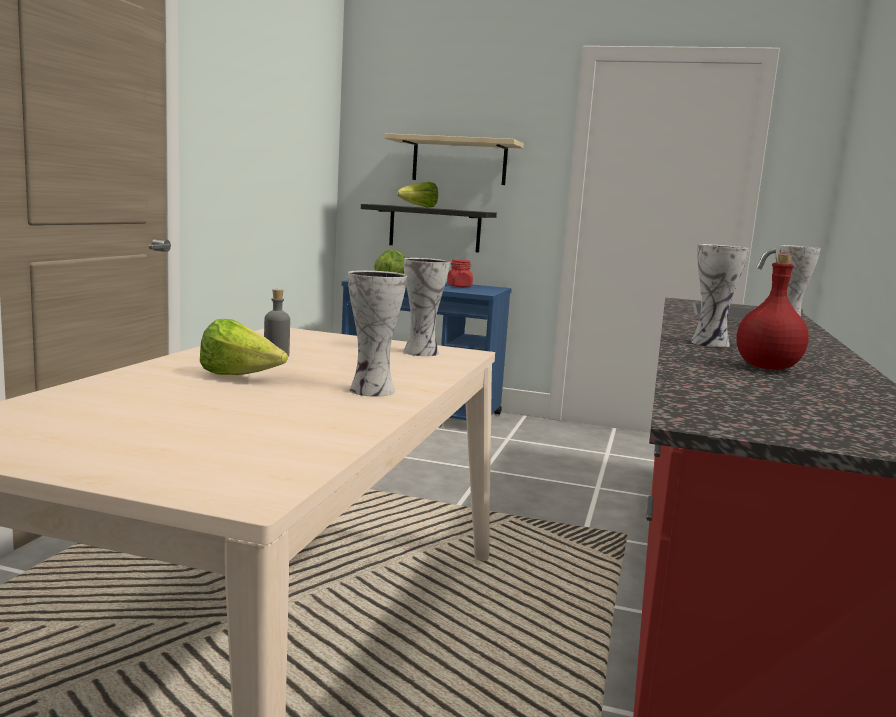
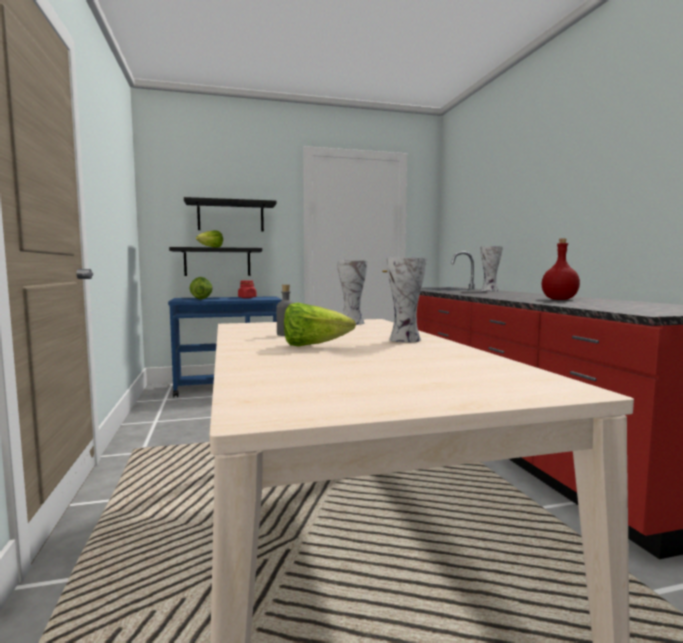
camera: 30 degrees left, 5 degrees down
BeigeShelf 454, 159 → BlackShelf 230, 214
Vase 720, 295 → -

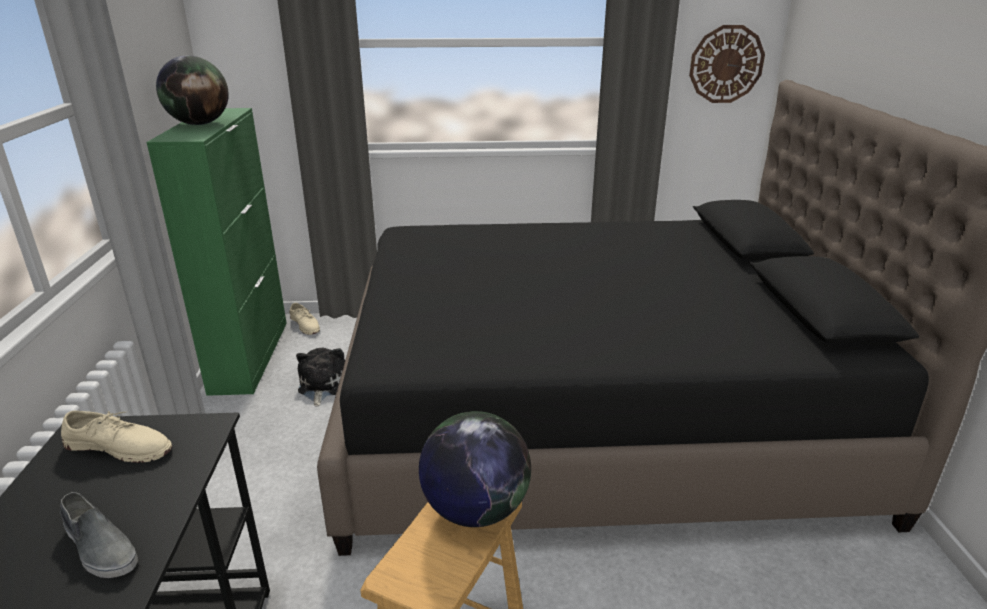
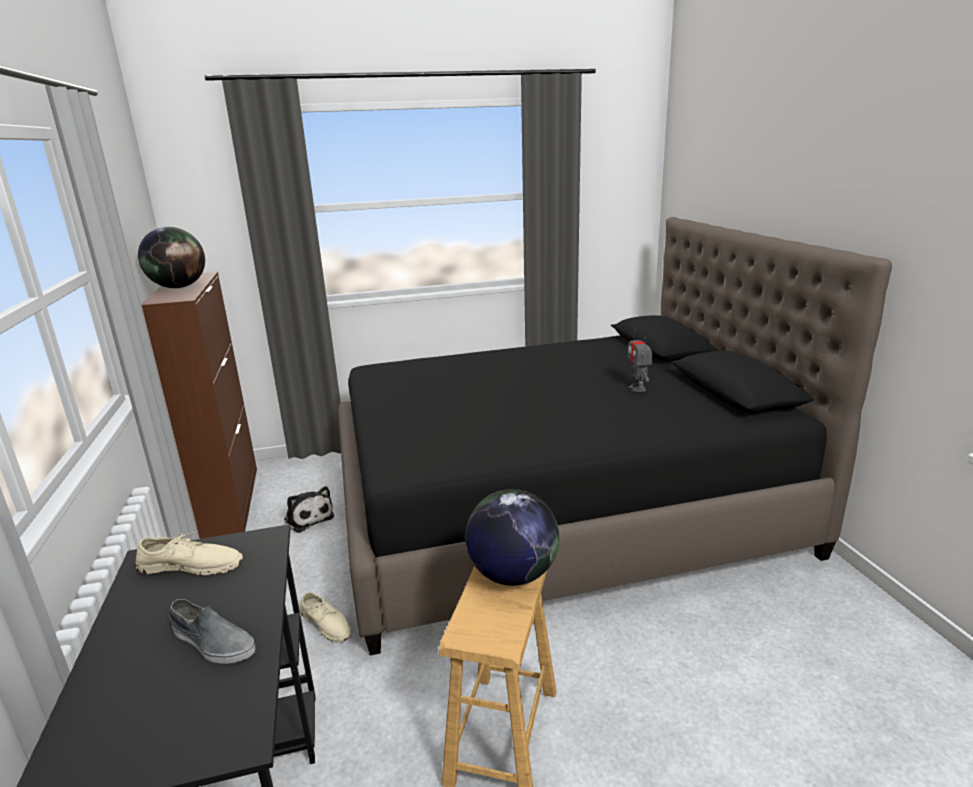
camera: 10 degrees left, 5 degrees down
GreenCabinet 216, 252 → BrownCabinet 199, 405
PlushToy 320, 377 → PlushToy 309, 509, 150 degrees clockwise
BeigeShoe 304, 319 → BeigeShoe 325, 617, shifted
- → ToyRobot 640, 359
WallClock 727, 64 → -

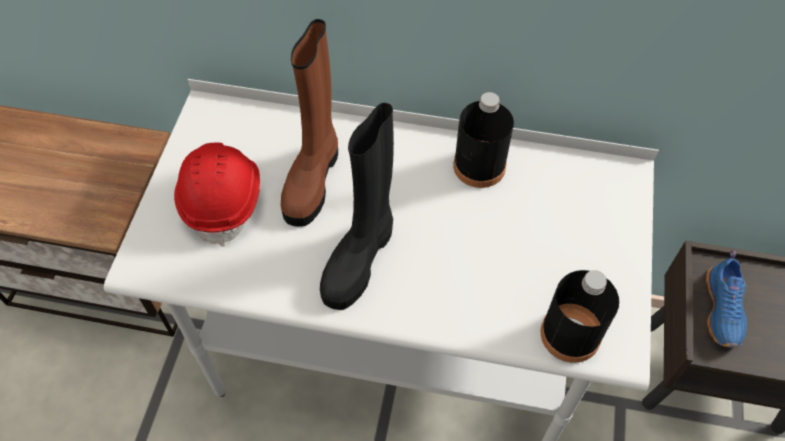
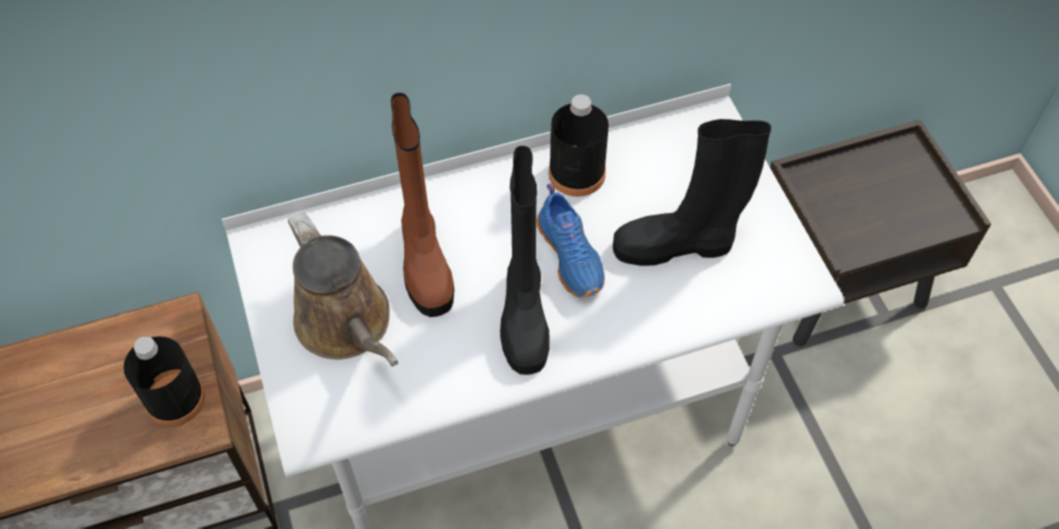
camera: 30 degrees left, 0 degrees up
BlackBottle 580, 316 → BlackBottle 164, 381, shifted
RedHardHat 217, 195 → BrownWateringCan 343, 289
BlueShoe 726, 299 → BlueShoe 571, 240, shifted
- → BlackBoot 692, 192

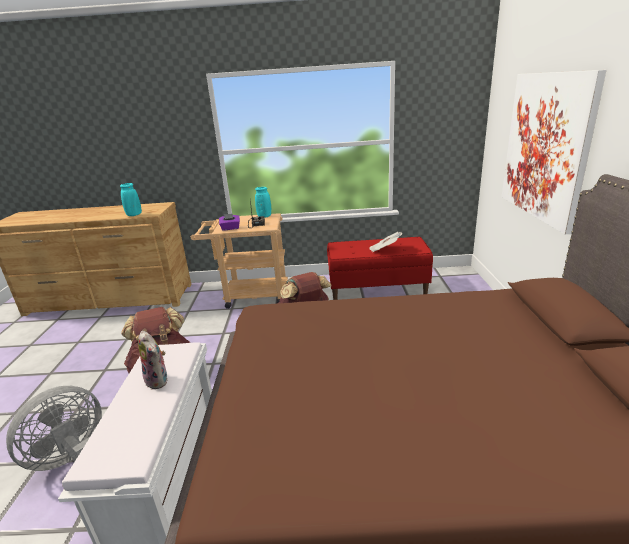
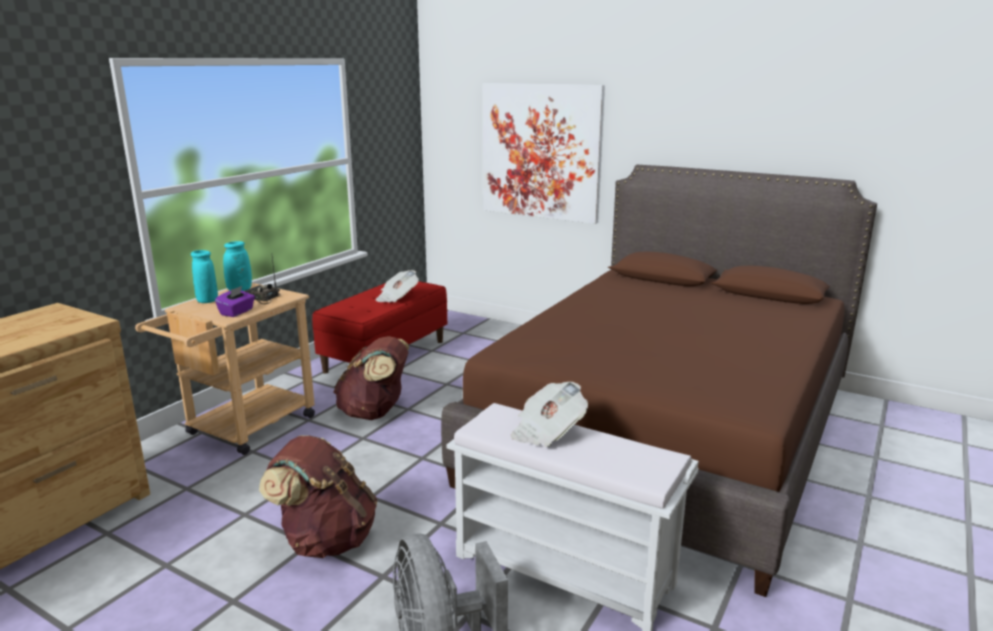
camera: 60 degrees left, 5 degrees down
TurquoiseVase 131, 199 → TurquoiseVase 204, 276, shifted
PlushToy 153, 360 → Newspaper 549, 414

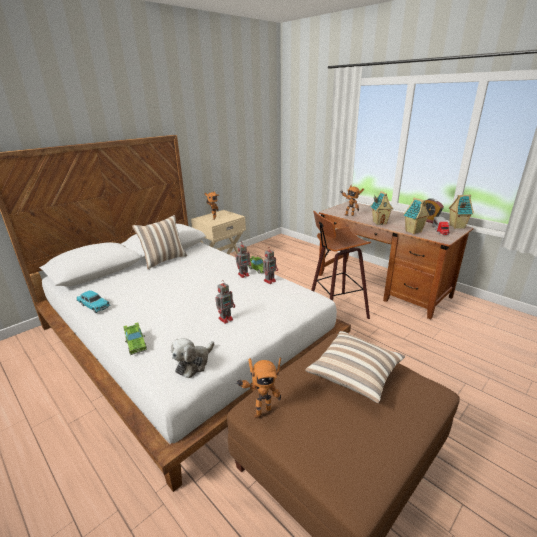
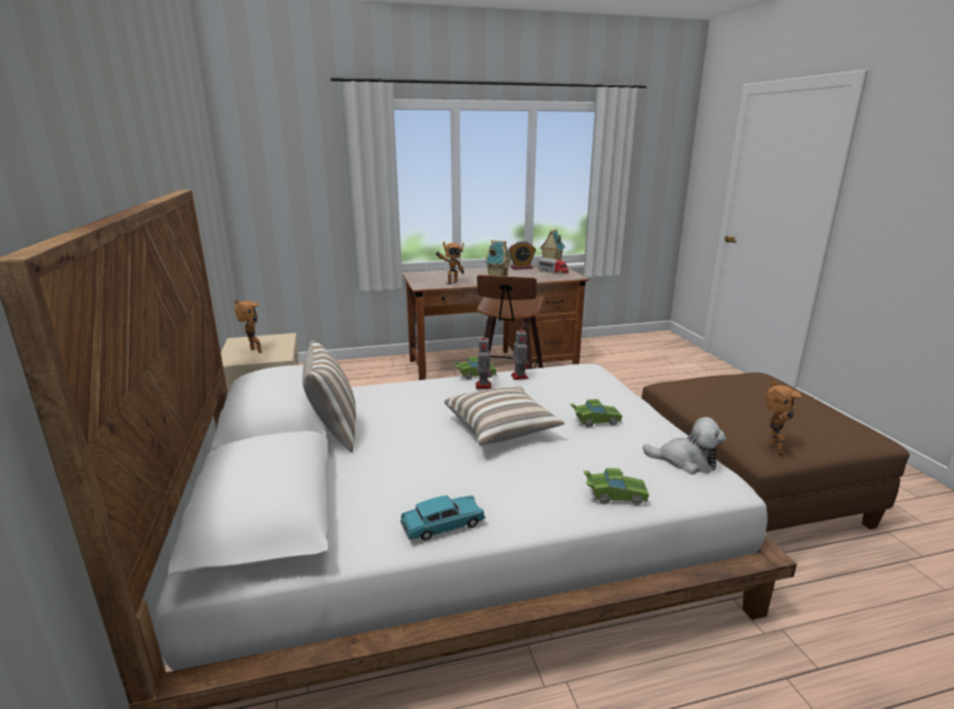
camera: 60 degrees left, 5 degrees down
Pillow 355, 367 → Pillow 504, 415, shifted
ToyRobot 225, 302 → GreenToyCar 596, 413
PlushToy 192, 358 → PlushToy 684, 446, 45 degrees counterclockwise
ToyHouse 416, 216 → -

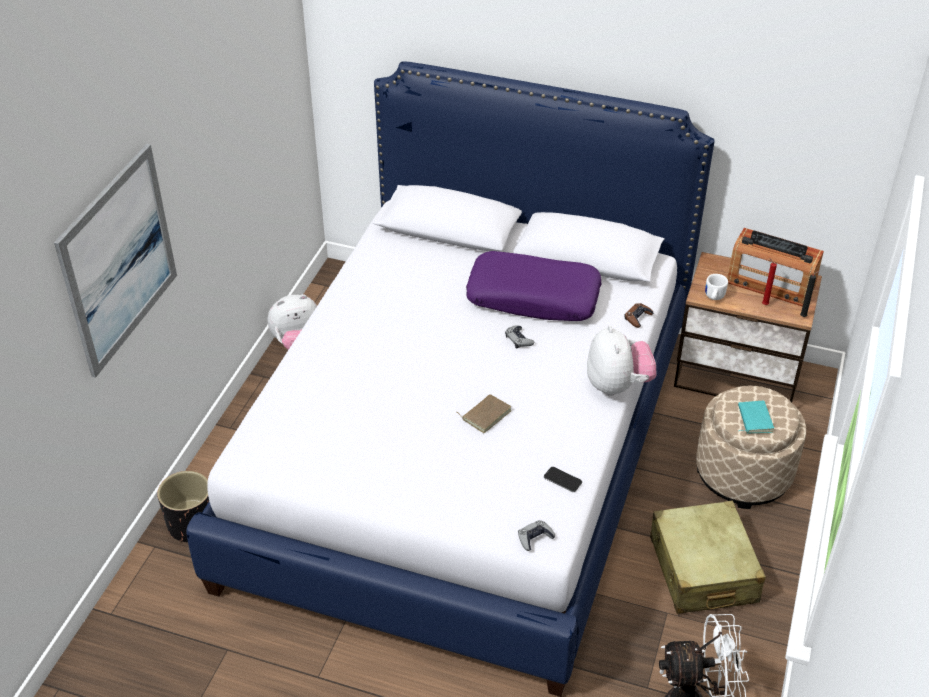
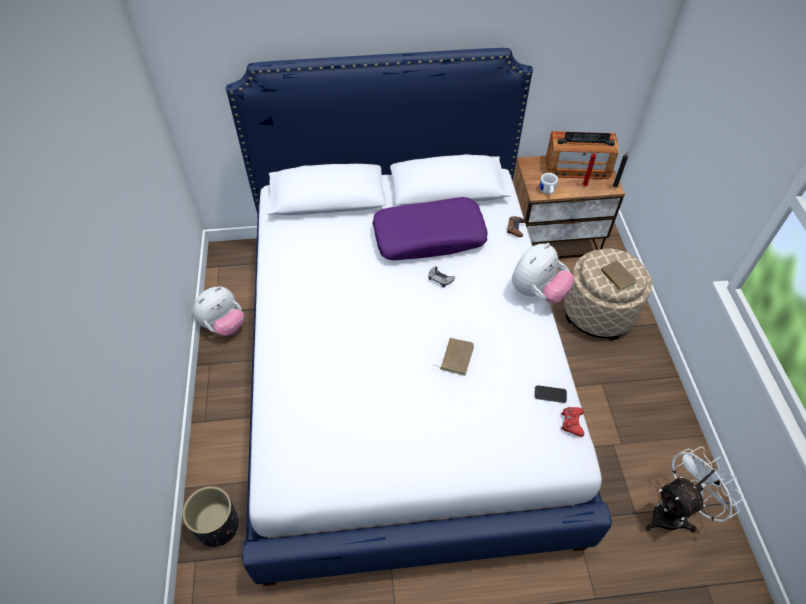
camera: 25 degrees left, 10 degrees up
PlushToy 622, 360 → PlushToy 543, 273, 75 degrees clockwise
- → RedGameController 572, 422
TurquoiseBook 756, 417 → BrownBook 619, 275
Picture 115, 261 → -
GreyGameController 536, 535 → -
BeigeSuitcase 708, 557 → -

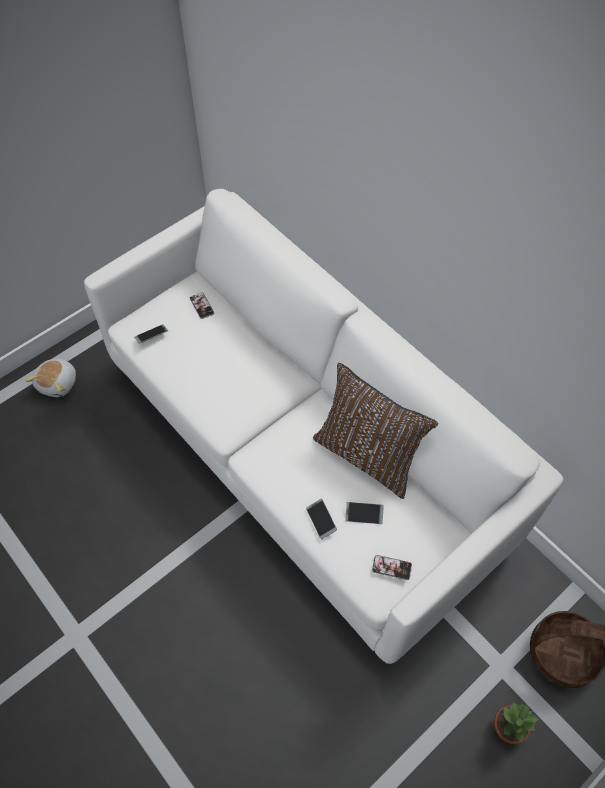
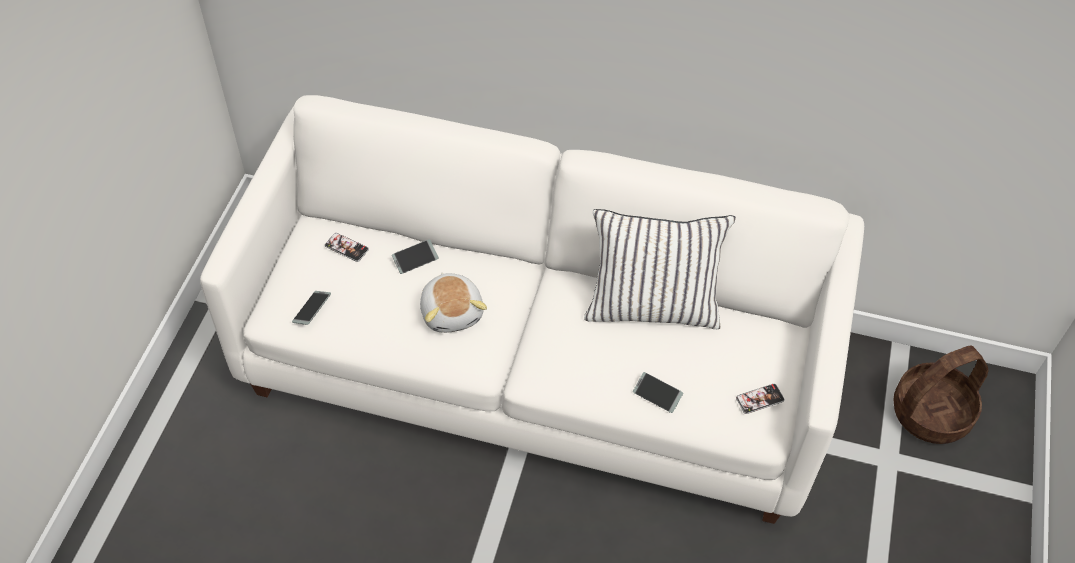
camera: 35 degrees left, 5 degrees down
Phone 364, 513 → Phone 415, 256, shifted
PlushToy 50, 377 → PlushToy 453, 303, shifted
BrownPillow 375, 431 → WhitePillow 660, 269
PottedPlant 516, 723 → -

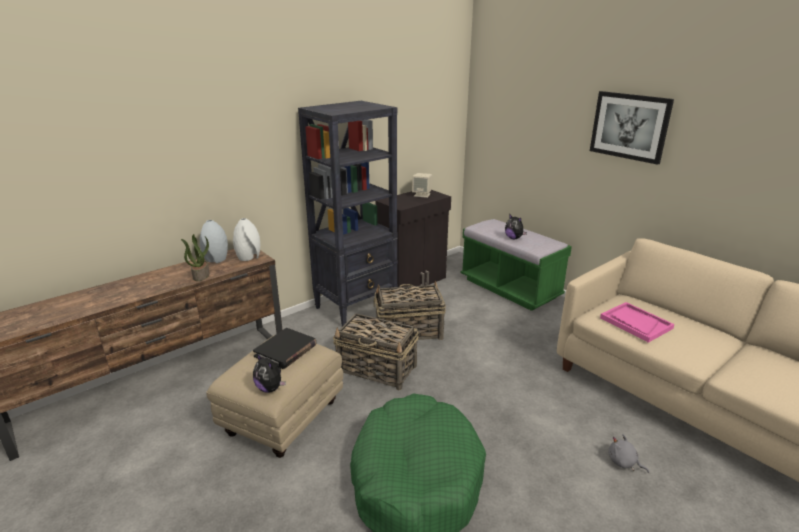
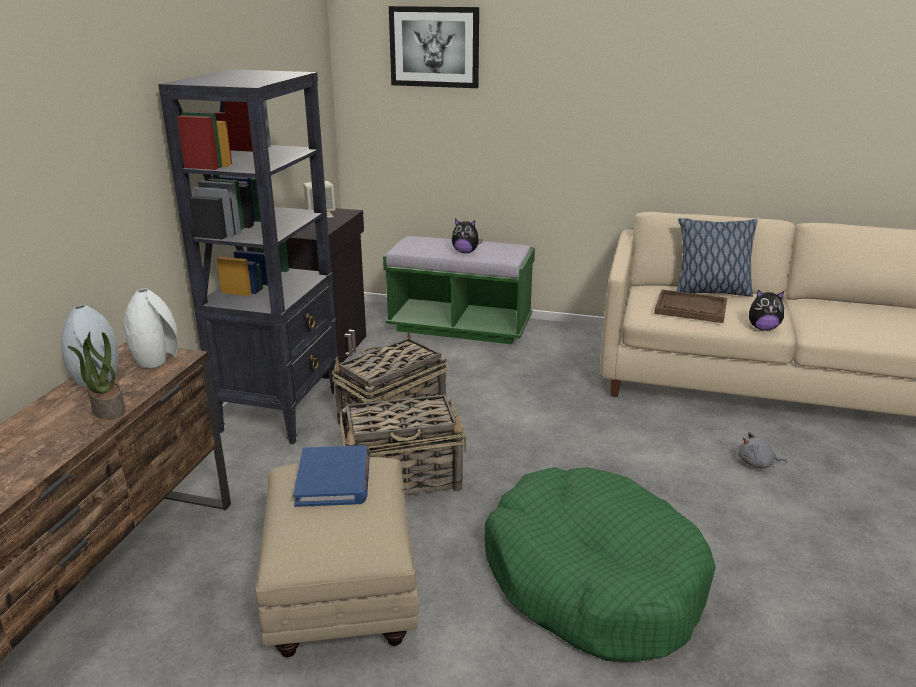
camera: 35 degrees left, 0 degrees up
BlackBook 285, 348 → BlueBook 331, 476
Picture 632, 128 → Picture 434, 47, shifted
PinkTray 637, 322 → BrownTray 690, 306
- → Pillow 716, 257
PlushToy 269, 373 → PlushToy 766, 310, shifted

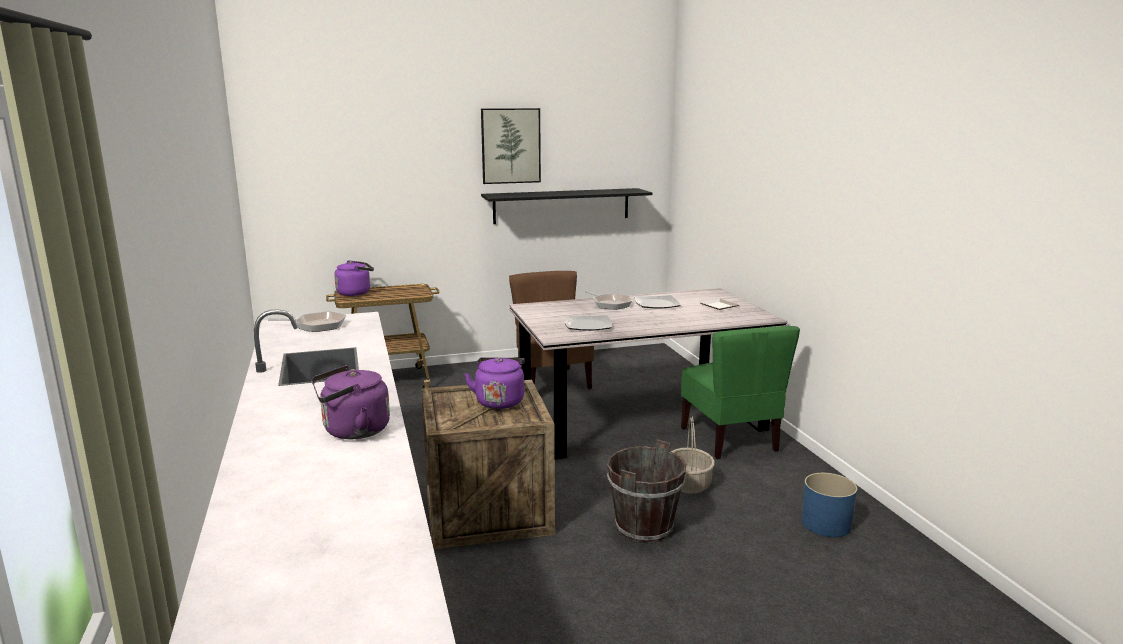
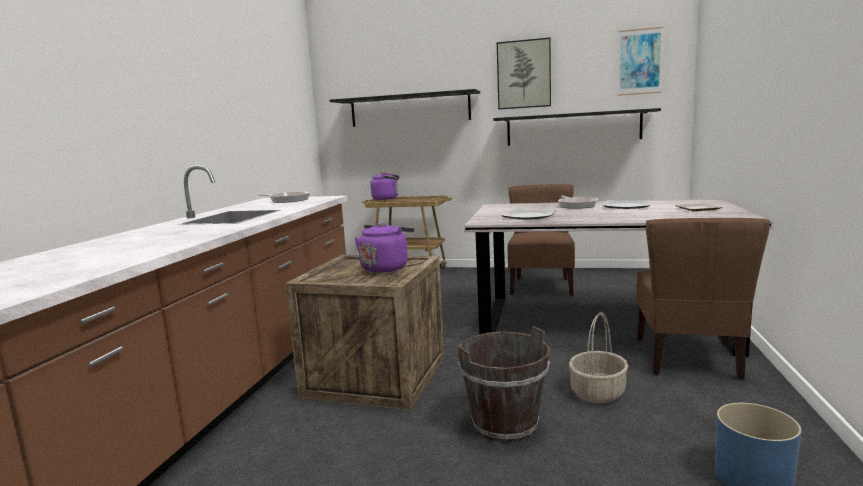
camera: 30 degrees right, 5 degrees down
- → BlackShelf 405, 108
- → Picture 640, 61
GreenChair 740, 392 → BrownChair 703, 299
PurpleKettle 351, 402 → -

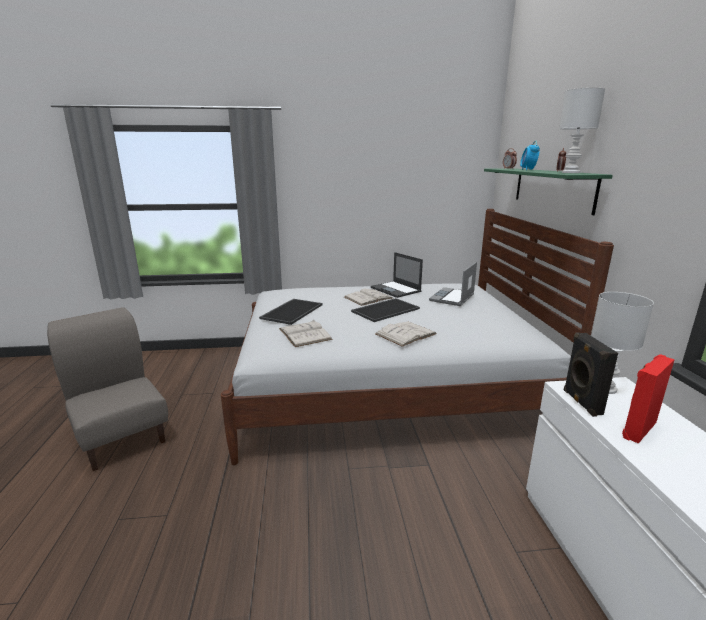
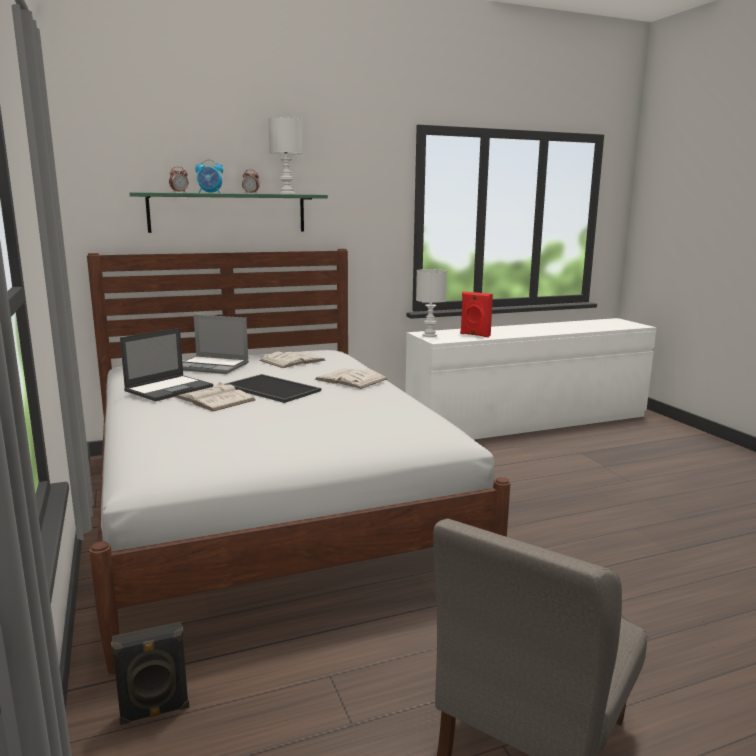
camera: 105 degrees left, 5 degrees down
BlackSpeaker 591, 374 → BlackSpeaker 150, 673, shifted
WhiteBook 306, 333 → WhiteBook 293, 359, shifted
Tray 291, 312 → -

